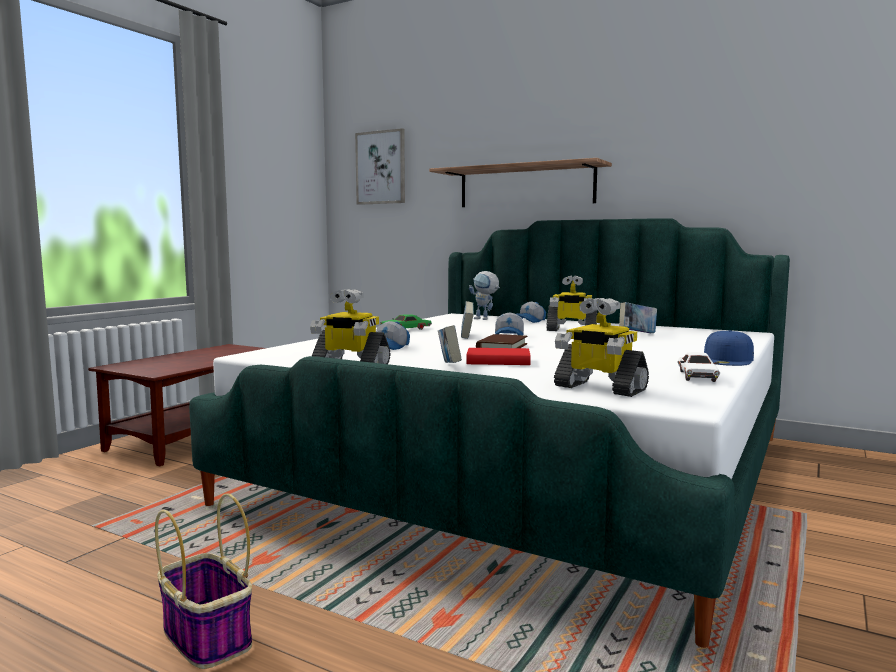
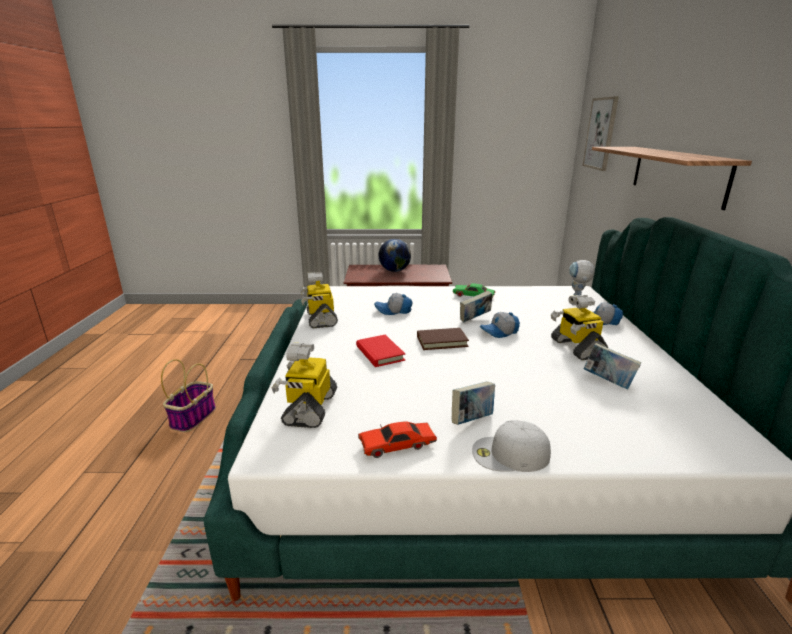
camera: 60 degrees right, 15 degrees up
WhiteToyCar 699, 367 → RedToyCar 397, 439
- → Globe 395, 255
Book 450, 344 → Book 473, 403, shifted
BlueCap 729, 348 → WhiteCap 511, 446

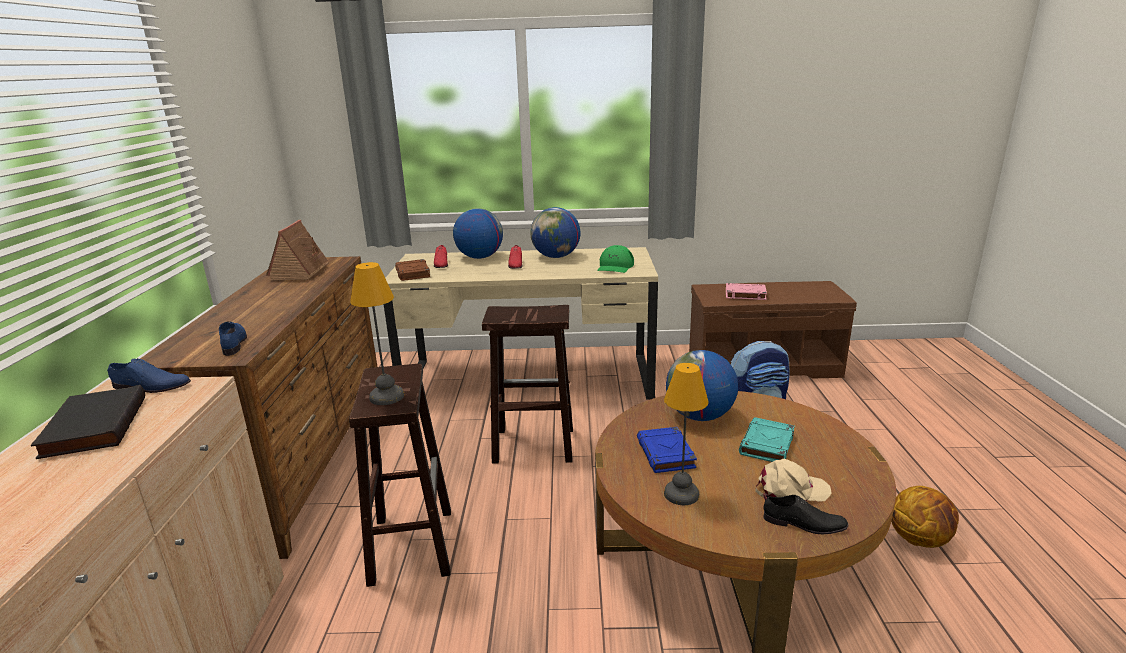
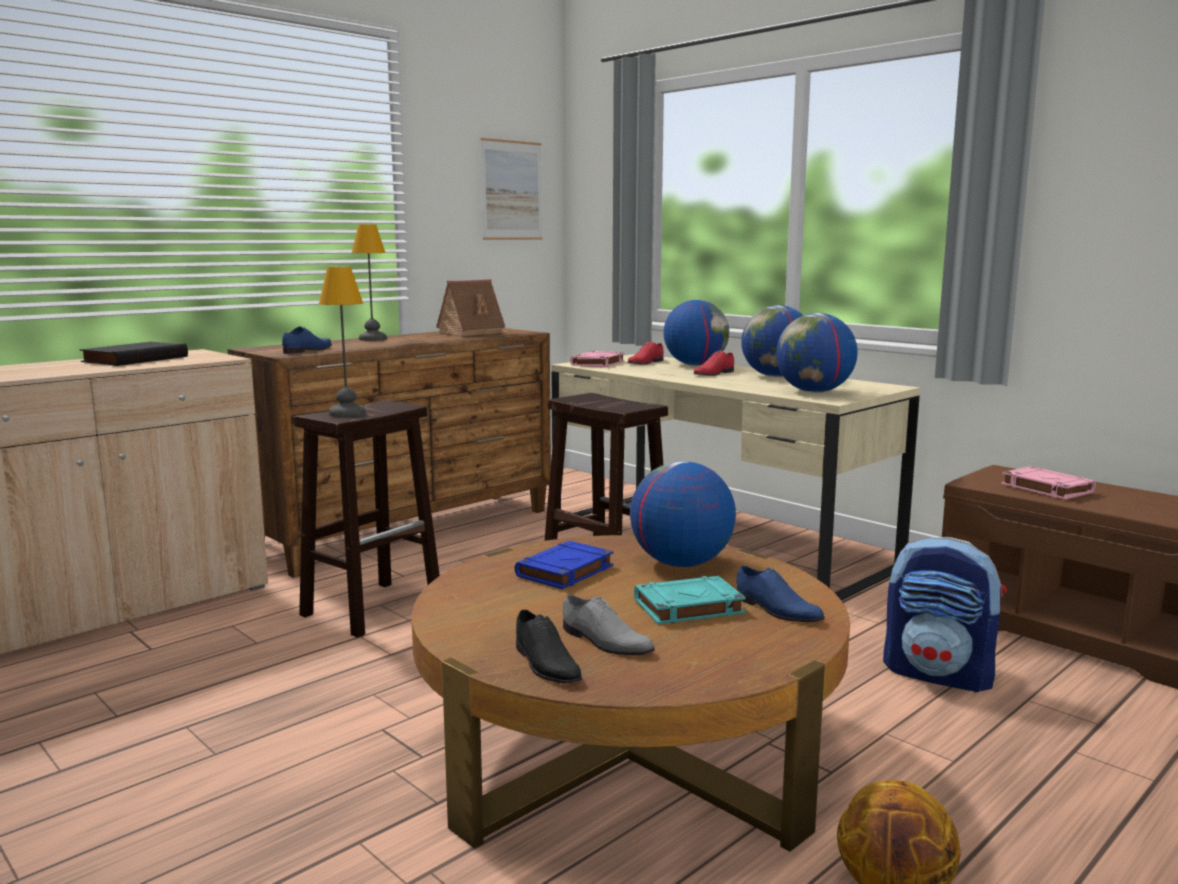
camera: 45 degrees right, 10 degrees down
TableLamp 686, 434 → TableLamp 369, 282, shifted
- → Picture 512, 189
BeigeCap 793, 480 → GreyShoe 608, 624
BrownBook 412, 270 → PinkBook 597, 359
BlueShoe 149, 375 → BlueShoe 780, 594, shifted
GreenCap 615, 259 → Globe 817, 353

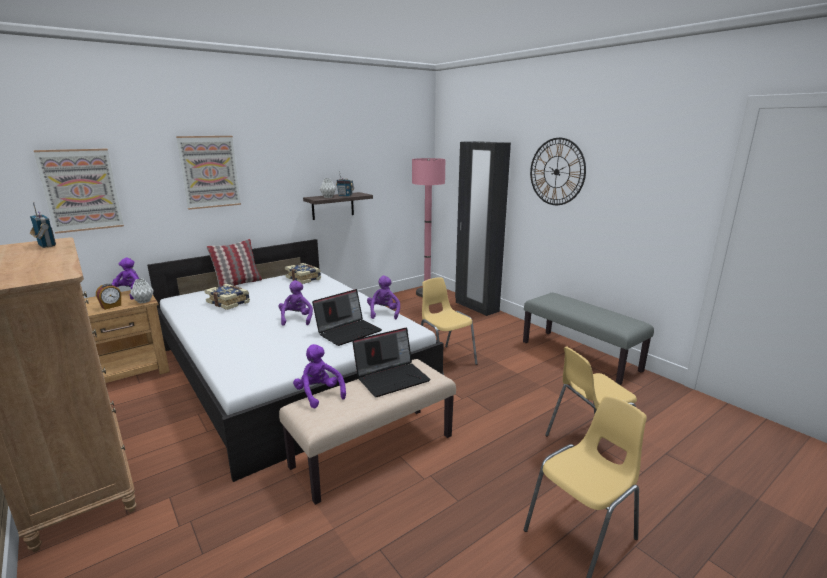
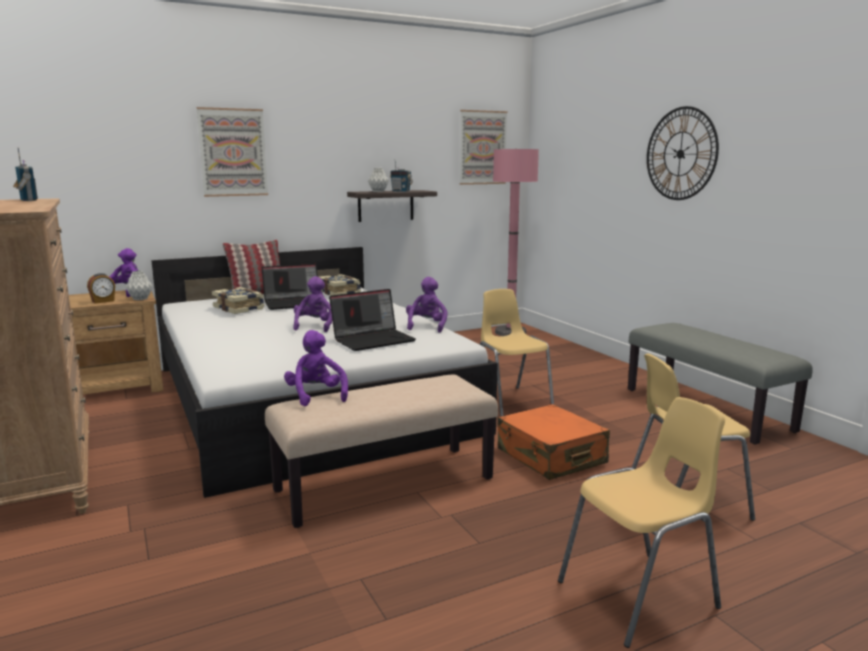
camera: 10 degrees right, 5 degrees down
Laptop 391, 362 → Laptop 290, 287, shifted
Picture 79, 191 → Picture 483, 147, shifted
- → OrangeSuitcase 554, 442
BlackWardrobe 483, 228 → -

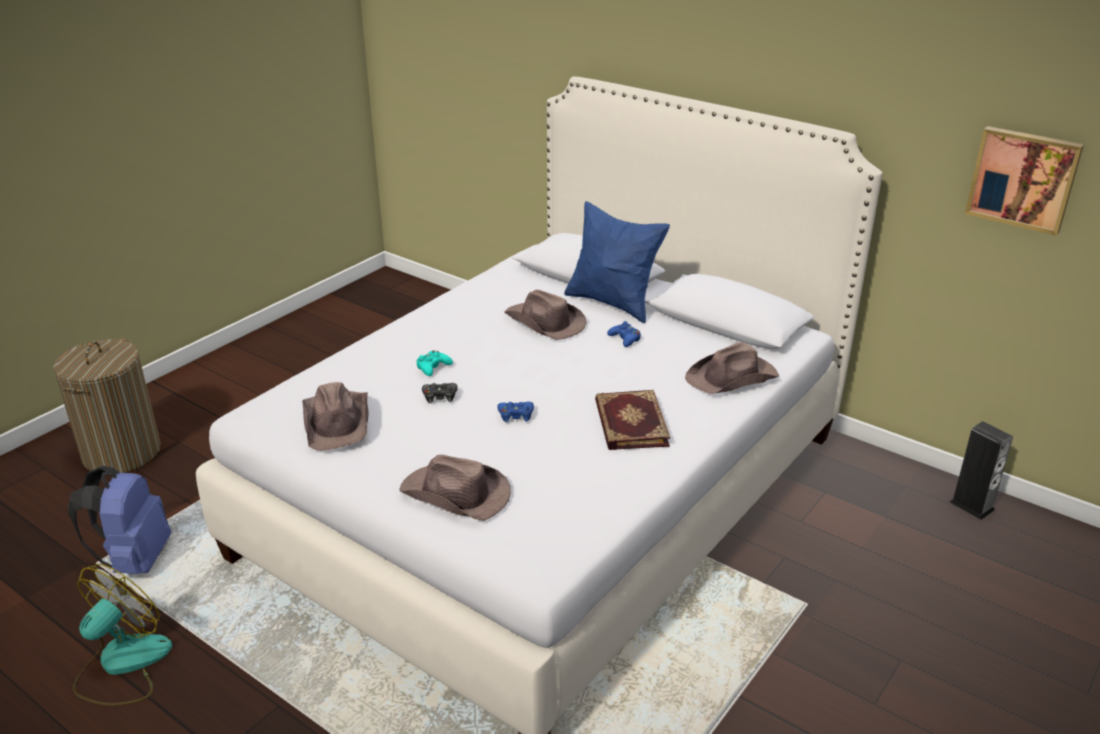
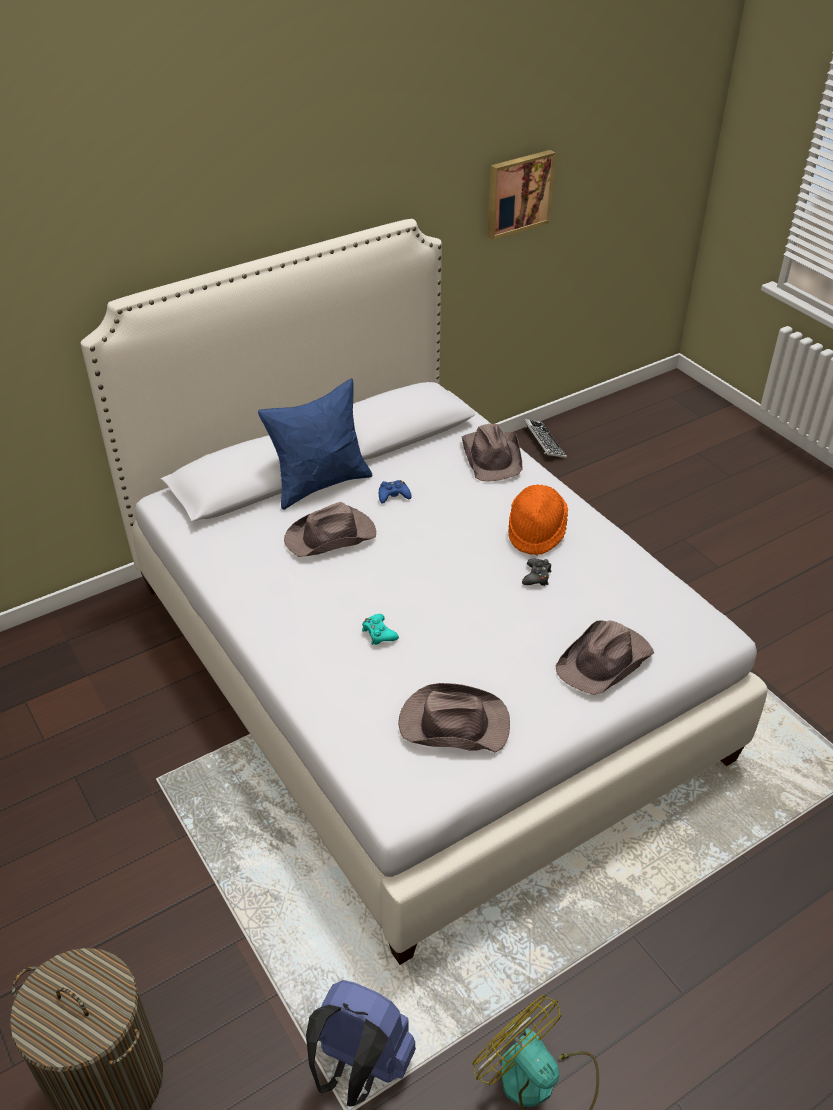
camera: 70 degrees left, 10 degrees up
Book 632, 420 → OrangeHat 538, 520
BlackGameController 440, 393 → BlackGameController 536, 572, shifted
Speaker 981, 470 → Keyboard 545, 438
BlueGameController 515, 412 → -

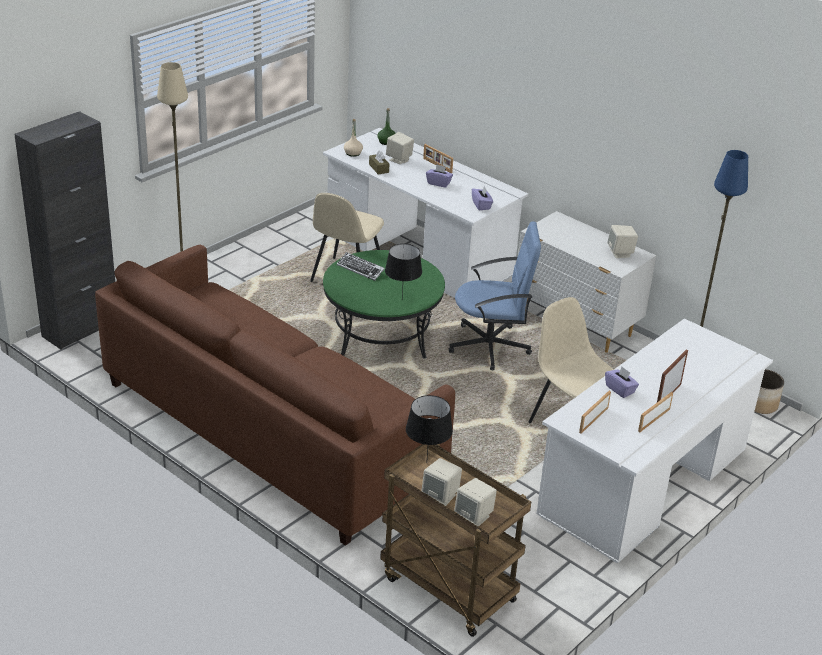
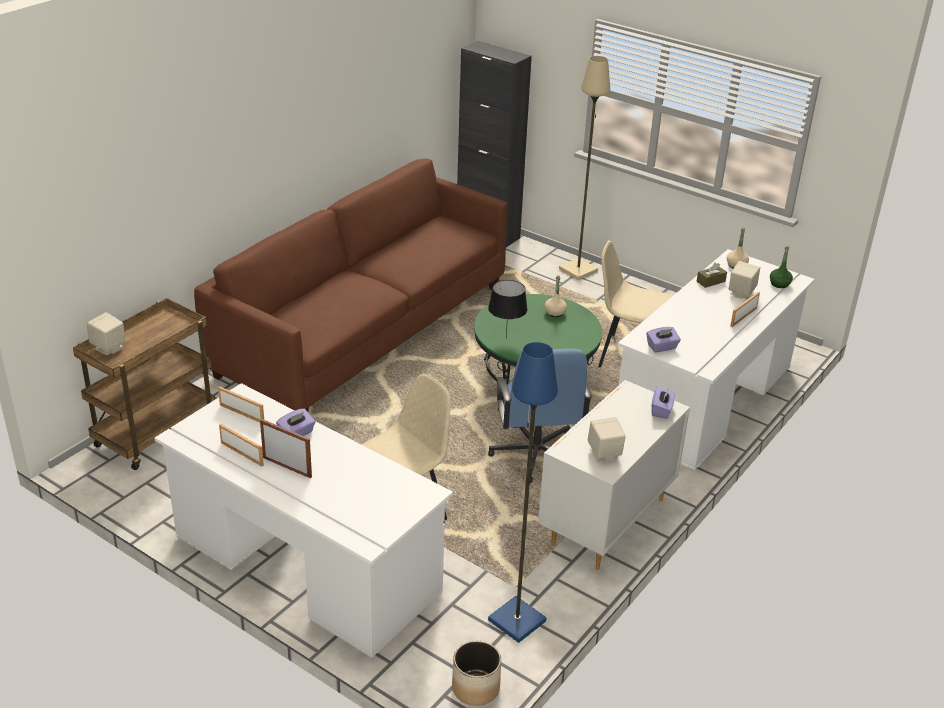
camera: 85 degrees right, 0 degrees up
Keyboard 361, 266 → BeigeBottle 556, 296
PurpleTissueBox 439, 176 → PurpleTissueBox 663, 402, shifted
BlackTableLamp 429, 429 → -
BeigeSpeaker 441, 482 → -

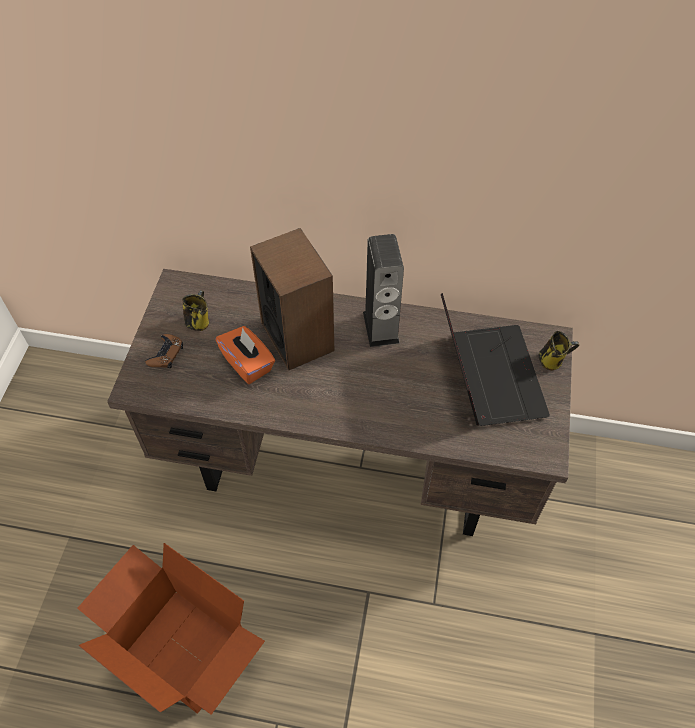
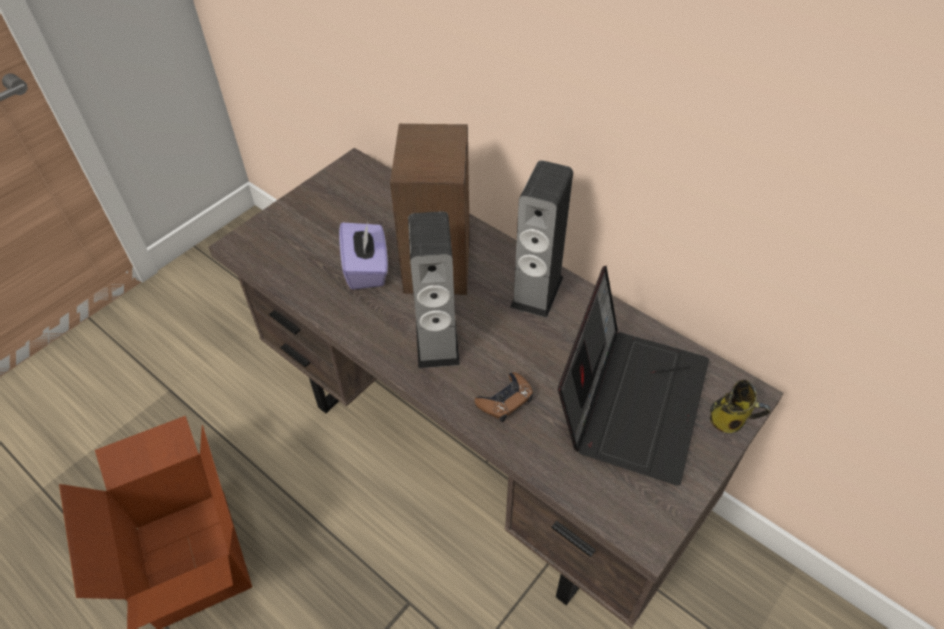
camera: 30 degrees right, 5 degrees down
OrangeTissueBox 245, 355 → PurpleTissueBox 363, 256
- → Speaker 434, 289
BrownGameController 164, 351 → BrownGameController 504, 397, shifted
Mug 195, 310 → -

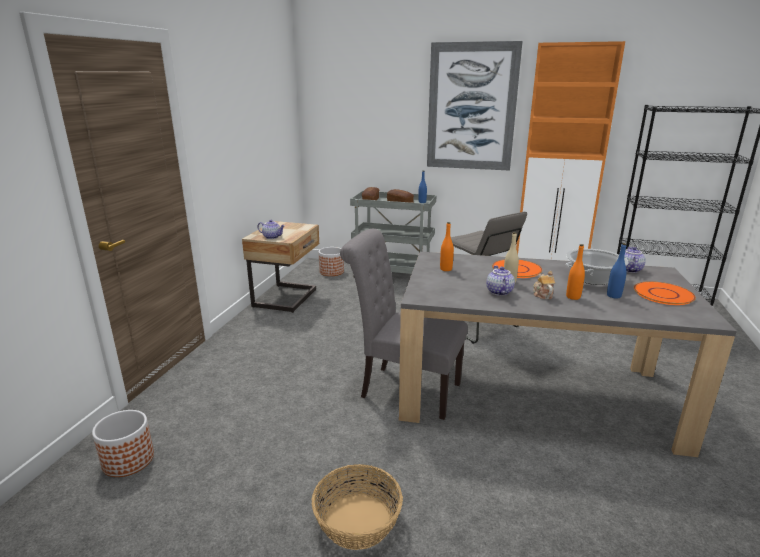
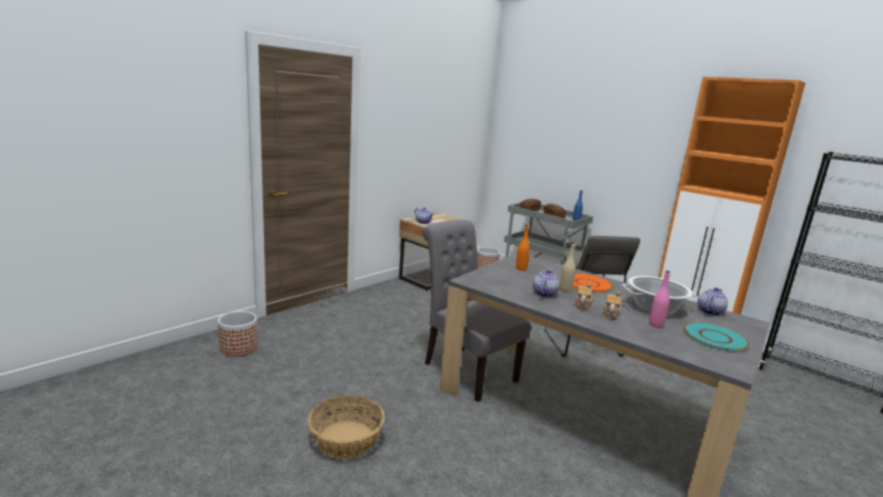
camera: 25 degrees right, 5 degrees down
OrangeBottle 575, 272 → Teapot 611, 305
BlueBottle 617, 270 → PinkBottle 659, 299
OrangePlate 665, 293 → TurquoisePlate 716, 336
Picture 475, 106 → -

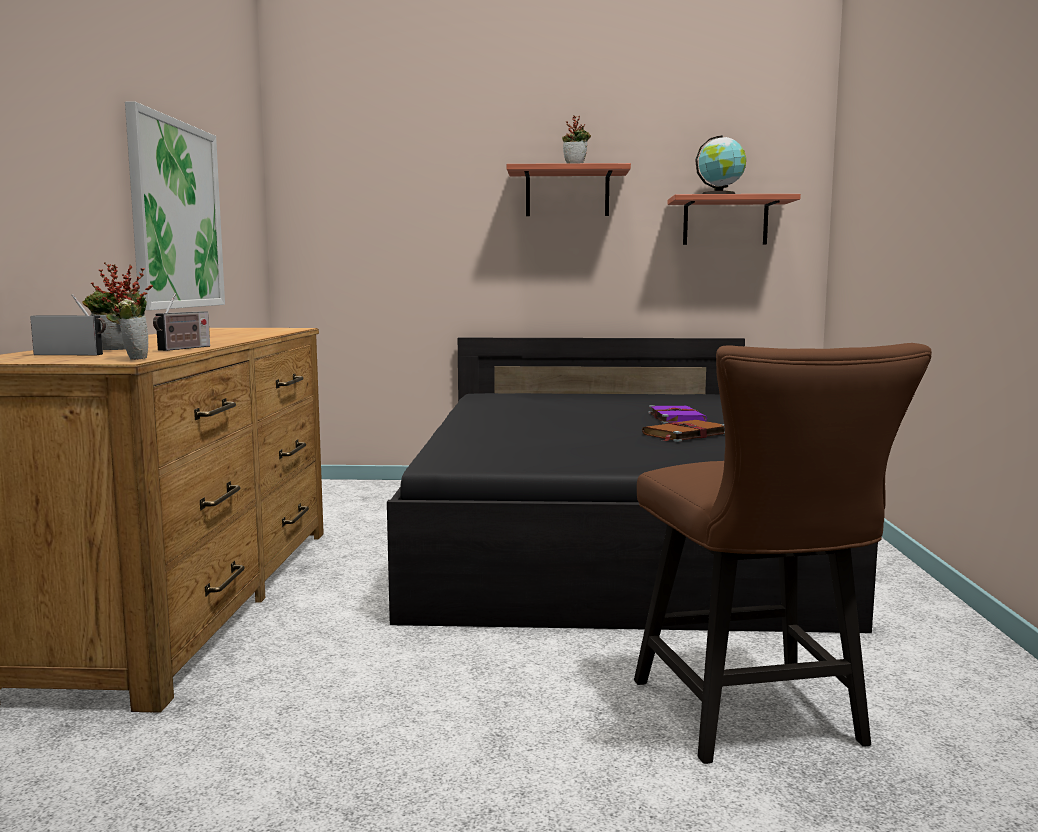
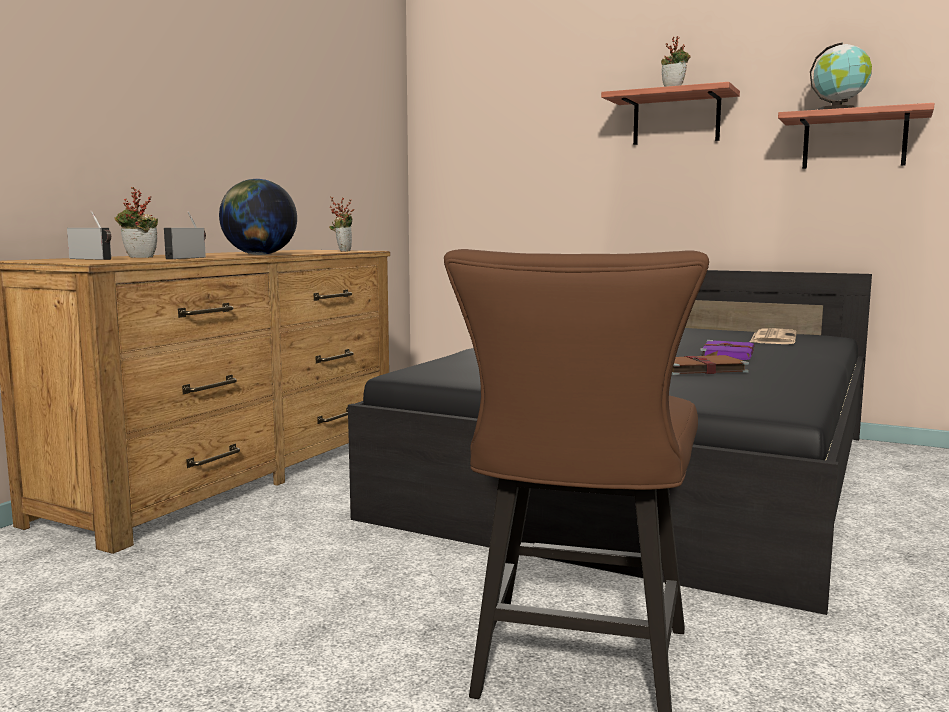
camera: 25 degrees right, 0 degrees up
Radio 181, 322 → Radio 185, 235, 150 degrees clockwise
- → Globe 258, 217
PottedPlant 128, 311 → PottedPlant 342, 224, shifted
- → Newspaper 773, 336
Picture 175, 205 → -

